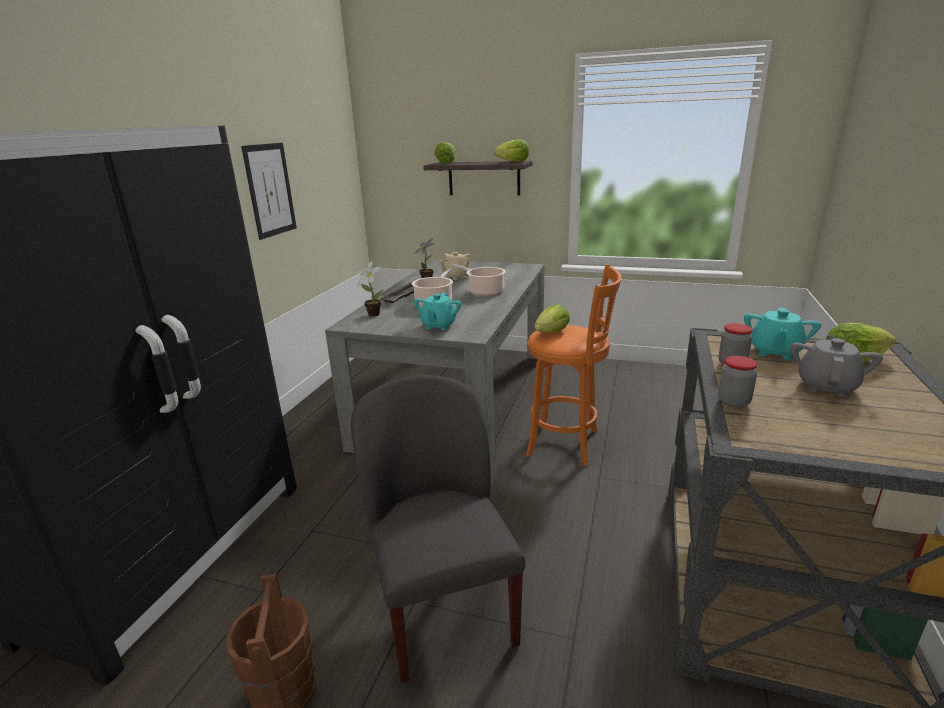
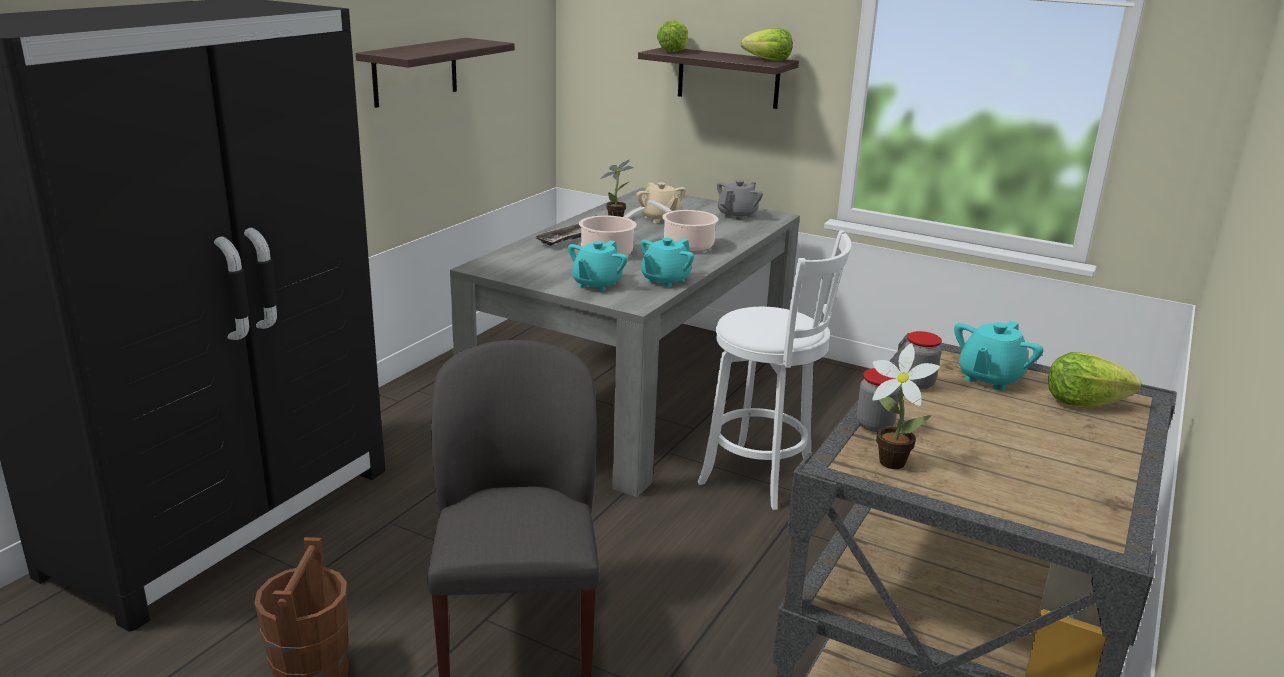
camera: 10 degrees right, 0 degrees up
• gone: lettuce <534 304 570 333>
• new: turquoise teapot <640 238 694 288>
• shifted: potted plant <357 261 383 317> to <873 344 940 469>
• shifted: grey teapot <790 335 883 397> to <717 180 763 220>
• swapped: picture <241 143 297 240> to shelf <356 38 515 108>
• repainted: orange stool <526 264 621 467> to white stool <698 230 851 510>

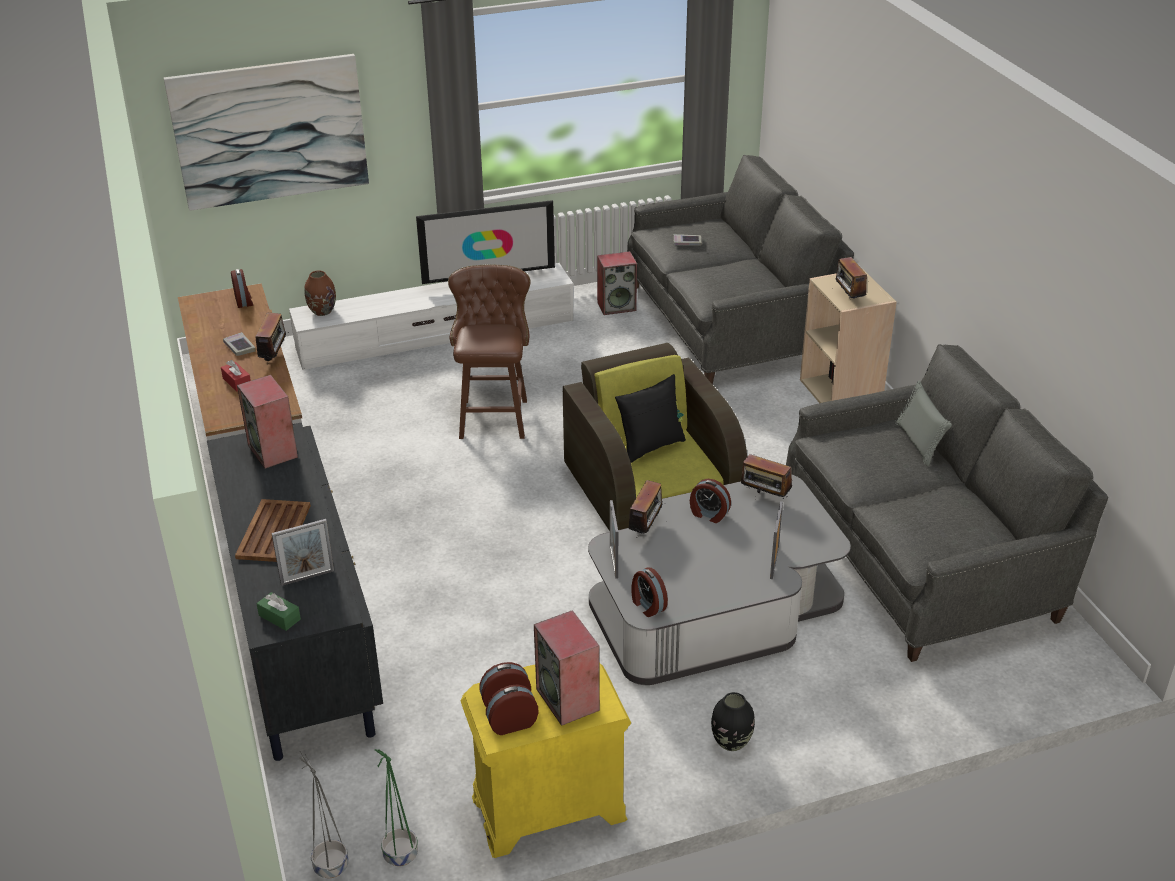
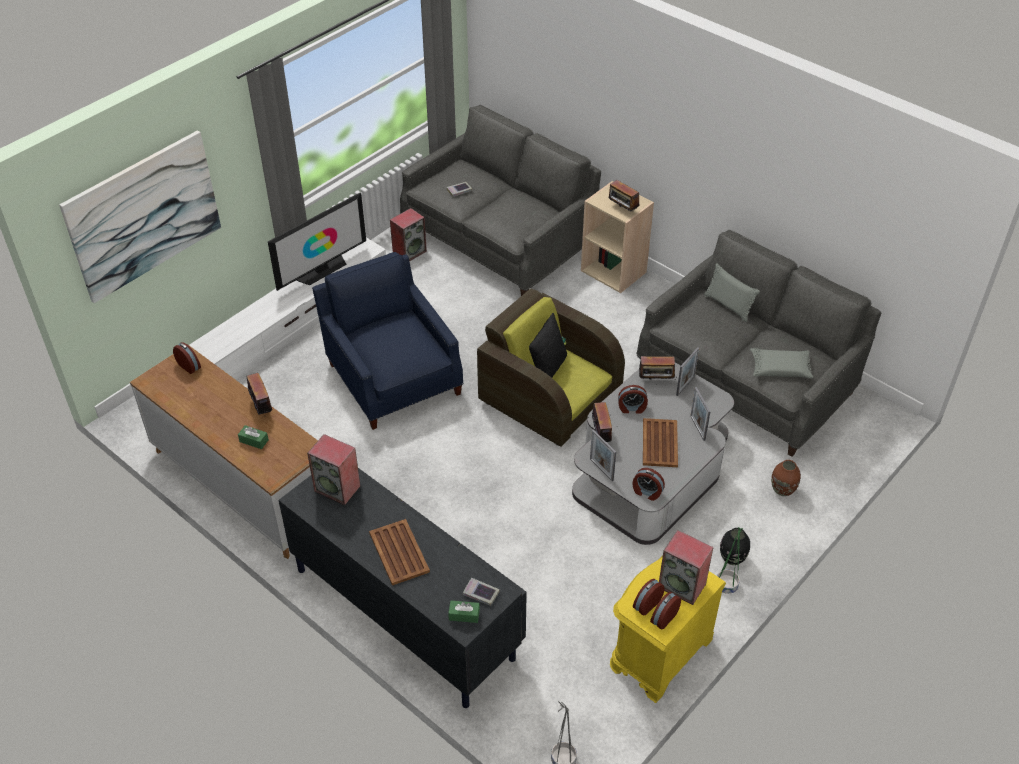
camera: 30 degrees left, 10 degrees up
• new: brown tray <643 418 678 467>
• new: grey pillow <750 348 813 378>
• shifted: book <223 332 256 356> to <463 578 499 606>
• shifted: picture frame <272 519 334 586> to <676 347 699 396>
• shifted: brown vase <304 271 336 316> to <771 460 801 496>
• shifted: green planter <375 749 418 866> to <717 527 743 594>
• swapped: brown stool <448 264 531 439> to blue armchair <312 252 463 430>
• repainted: red tissue box <221 360 251 392> to green tissue box <238 425 269 449>

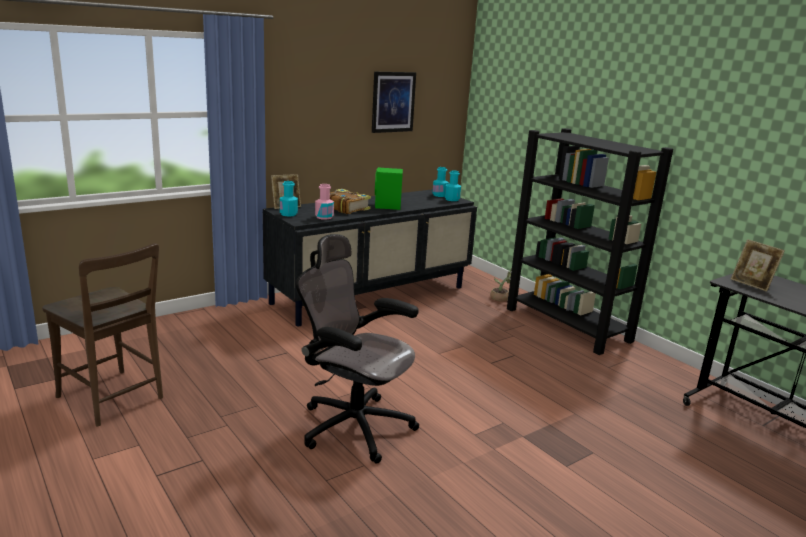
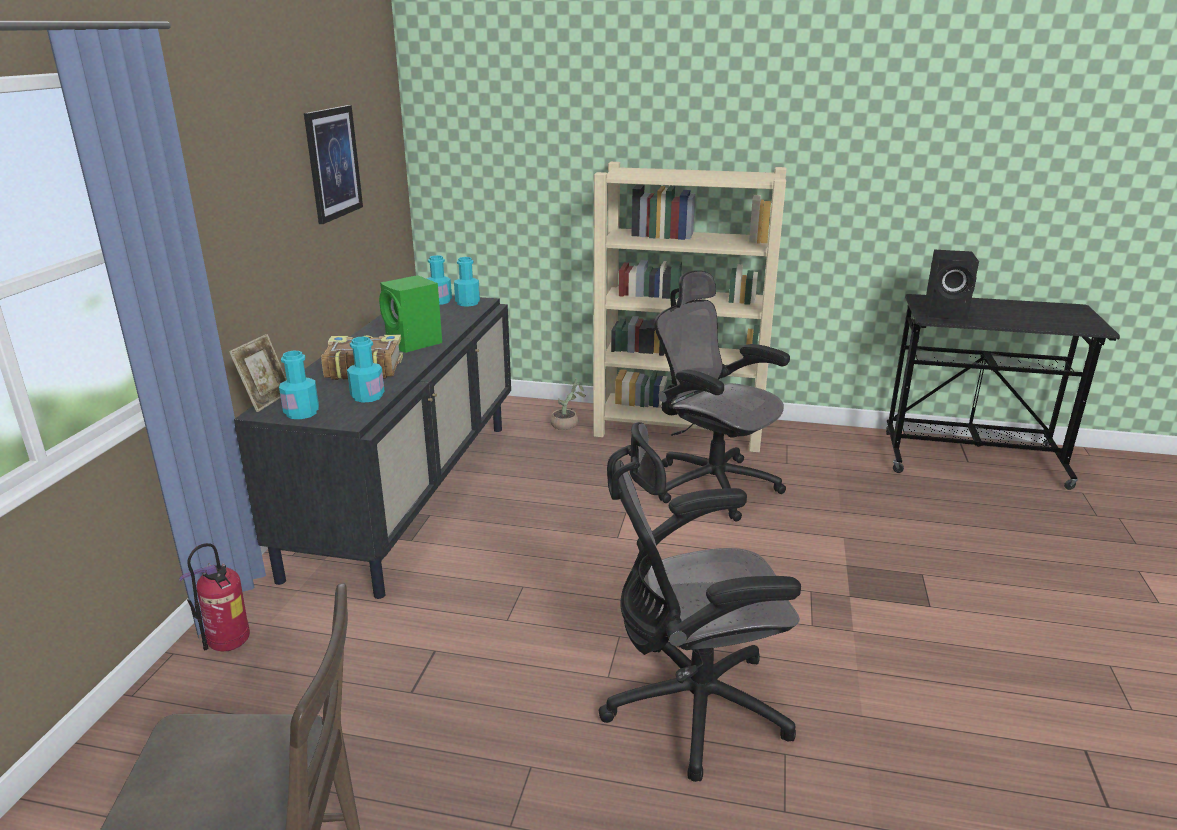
camera: 40 degrees left, 5 degrees up
• new: fire extinguisher <179 543 250 651>
• new: office chair <654 270 790 522>
• swapped: picture frame <731 239 785 292> to black speaker <924 250 979 320>
• repainted: pink bottle <315 184 334 220> to turquoise bottle <347 336 385 403>
• repainted: black bookcase <507 128 673 355> to beige bookcase <593 162 786 453>

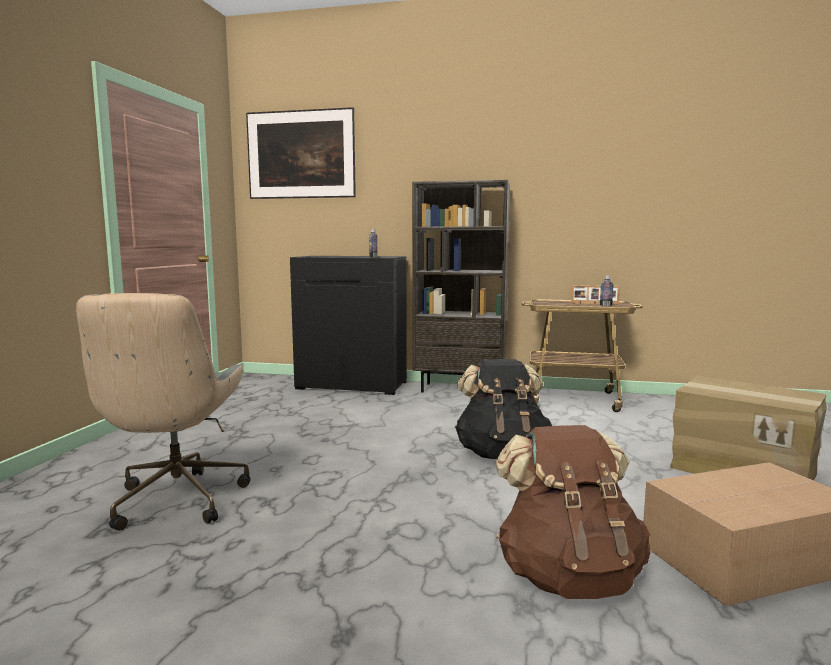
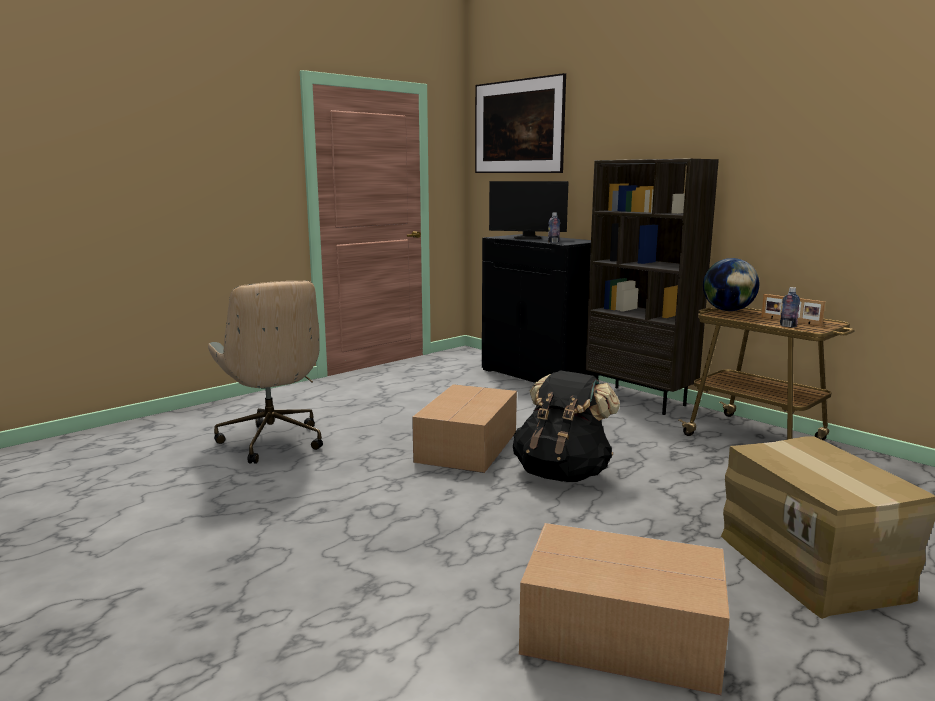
camera: 35 degrees right, 5 degrees up
• gone: brown backpack <496 425 651 599>
• new: cardboard box <412 384 517 473>
• new: monitor <489 181 569 240>
• new: globe <703 258 759 311>
• rotated: grey office chair <76 293 251 530> = <208 281 323 464> 60 degrees counterclockwise

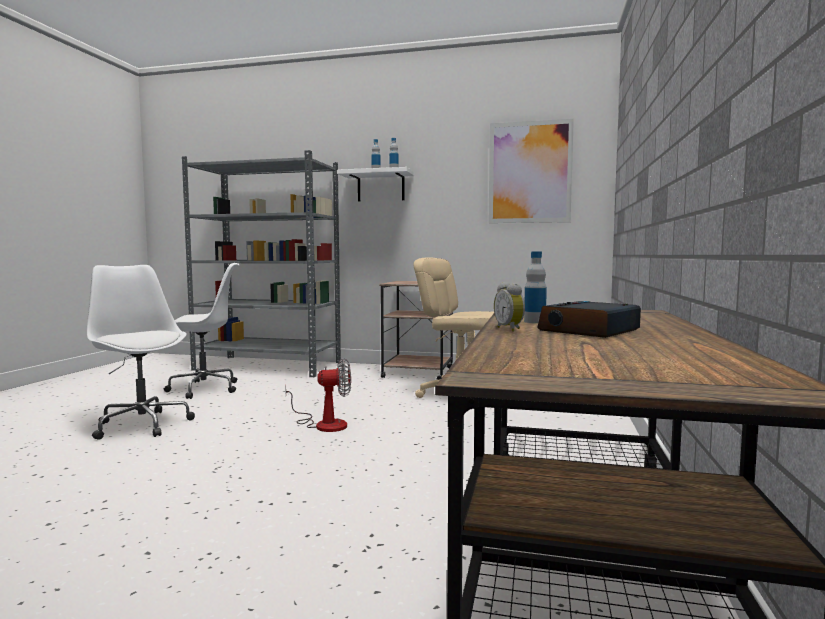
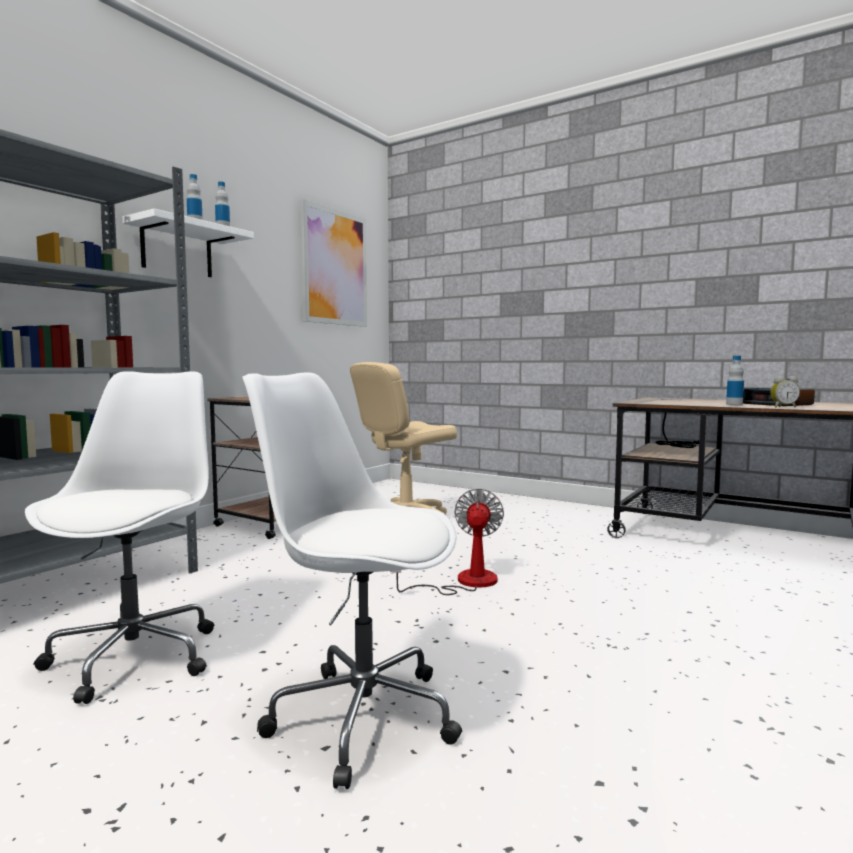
camera: 70 degrees left, 0 degrees up
• rotated: white office chair <87 265 195 440> = <243 373 462 789> 45 degrees clockwise

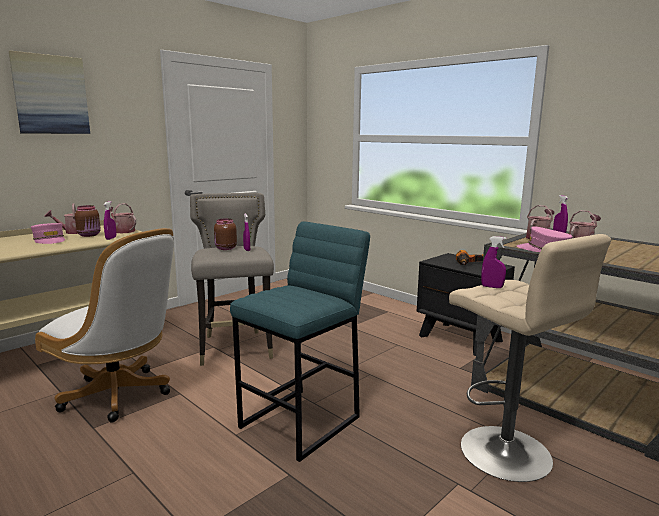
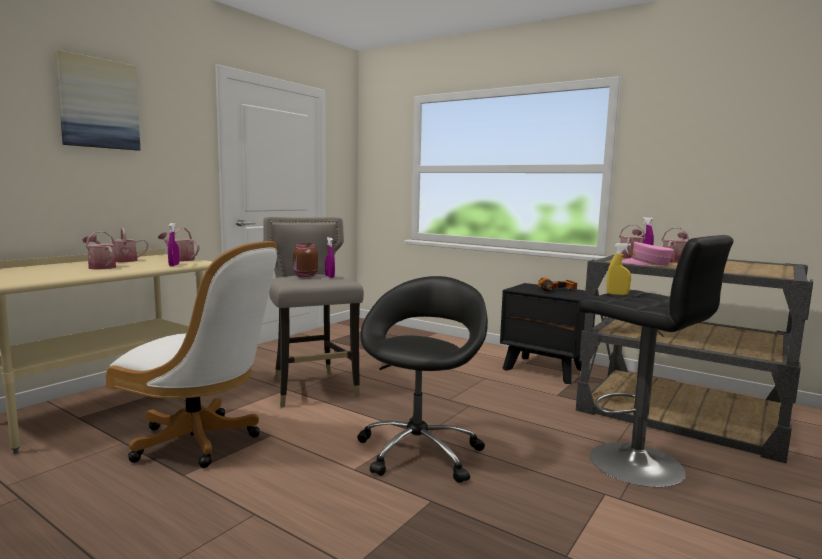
camera: 10 degrees left, 5 degrees down
• gone: brown jar <75 205 101 237>
• swapped: pink cap <31 223 65 244> to watering can <83 231 116 269>
• swapped: turquoise stool <230 221 370 462> to black office chair <357 276 488 483>
• repainted: beige stool <449 234 611 482> to black stool <579 235 734 487>
• repainted: purple spray bottle <481 236 506 288> to yellow spray bottle <606 243 631 295>

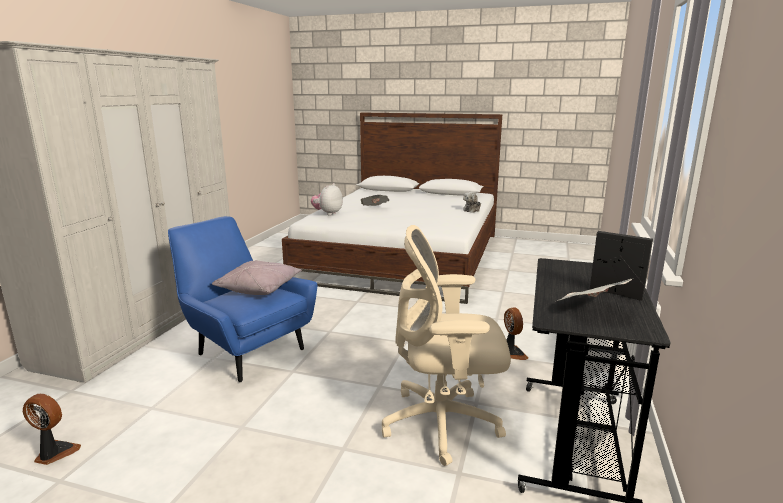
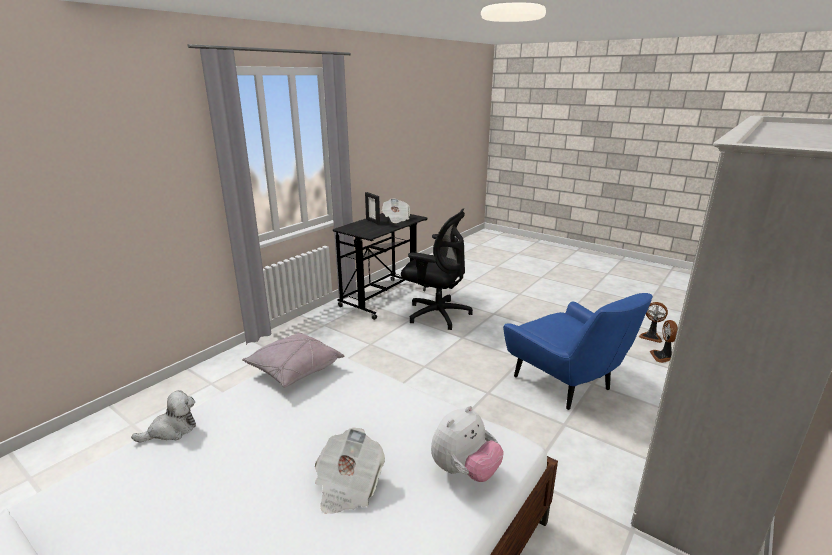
camera: 160 degrees left, 5 degrees up
• shifted: purple pillow <212 260 302 295> to <242 333 345 388>
• shifted: fan <504 307 528 360> to <650 320 678 363>
• repainted: beige office chair <382 225 511 466> to black office chair <401 209 473 330>

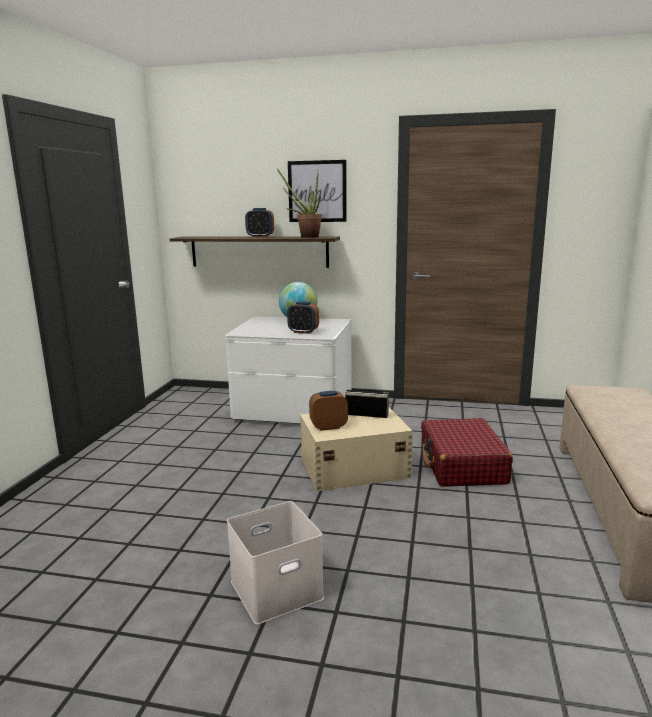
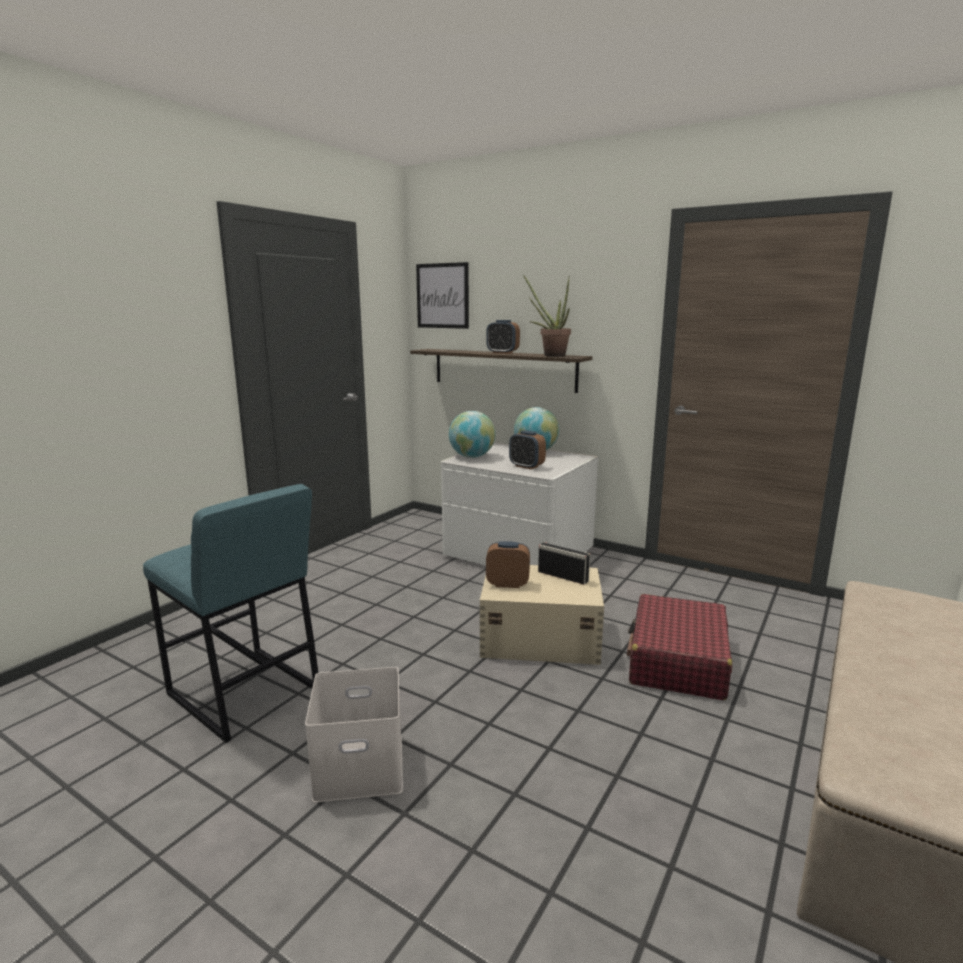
camera: 20 degrees right, 0 degrees up
• new: blue stool <143 484 319 743>
• new: globe <449 411 495 458>
• shifted: picture <288 160 347 222> to <416 262 469 329>

